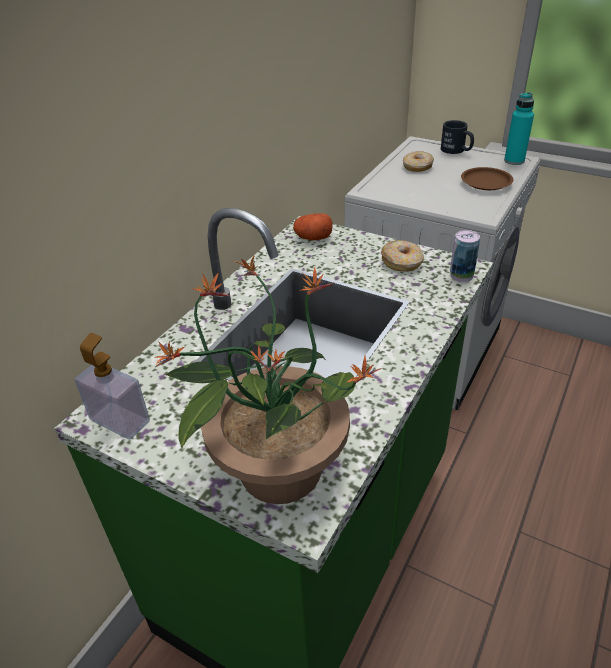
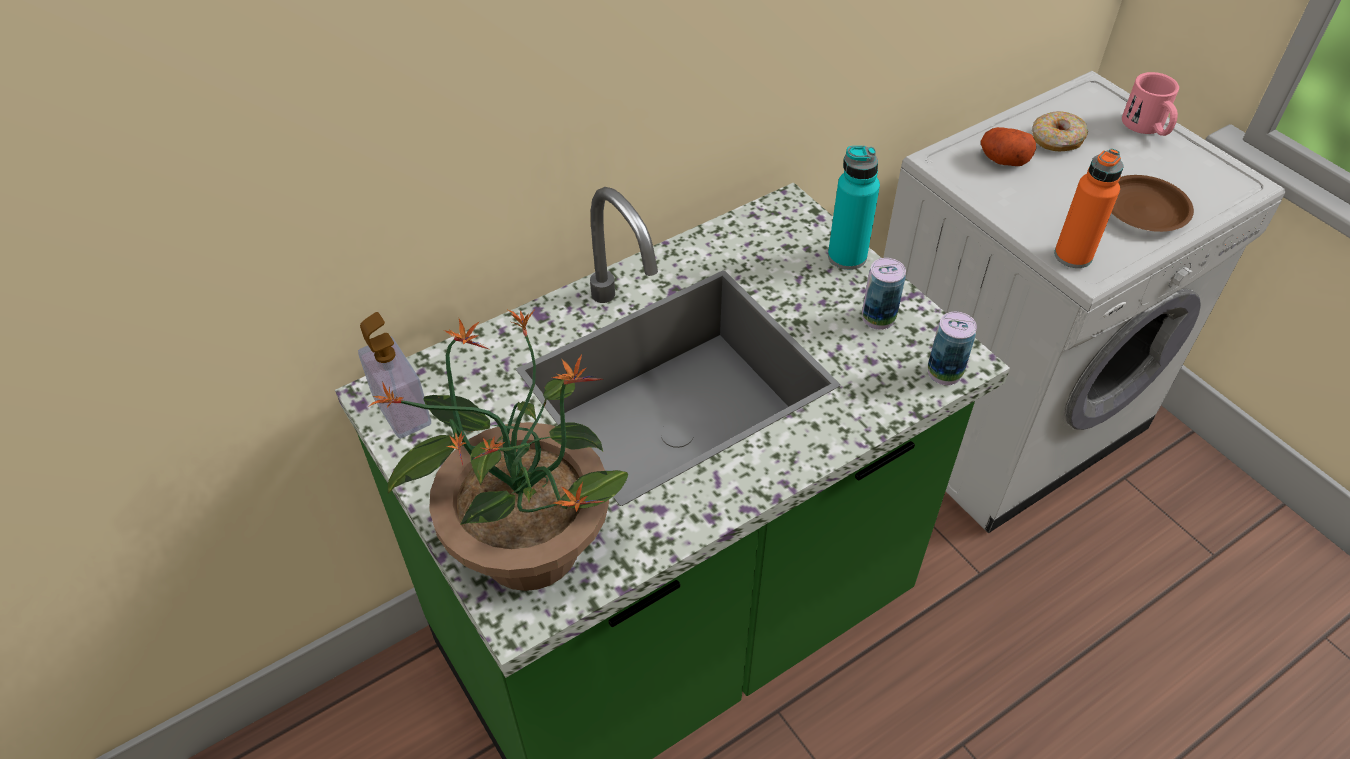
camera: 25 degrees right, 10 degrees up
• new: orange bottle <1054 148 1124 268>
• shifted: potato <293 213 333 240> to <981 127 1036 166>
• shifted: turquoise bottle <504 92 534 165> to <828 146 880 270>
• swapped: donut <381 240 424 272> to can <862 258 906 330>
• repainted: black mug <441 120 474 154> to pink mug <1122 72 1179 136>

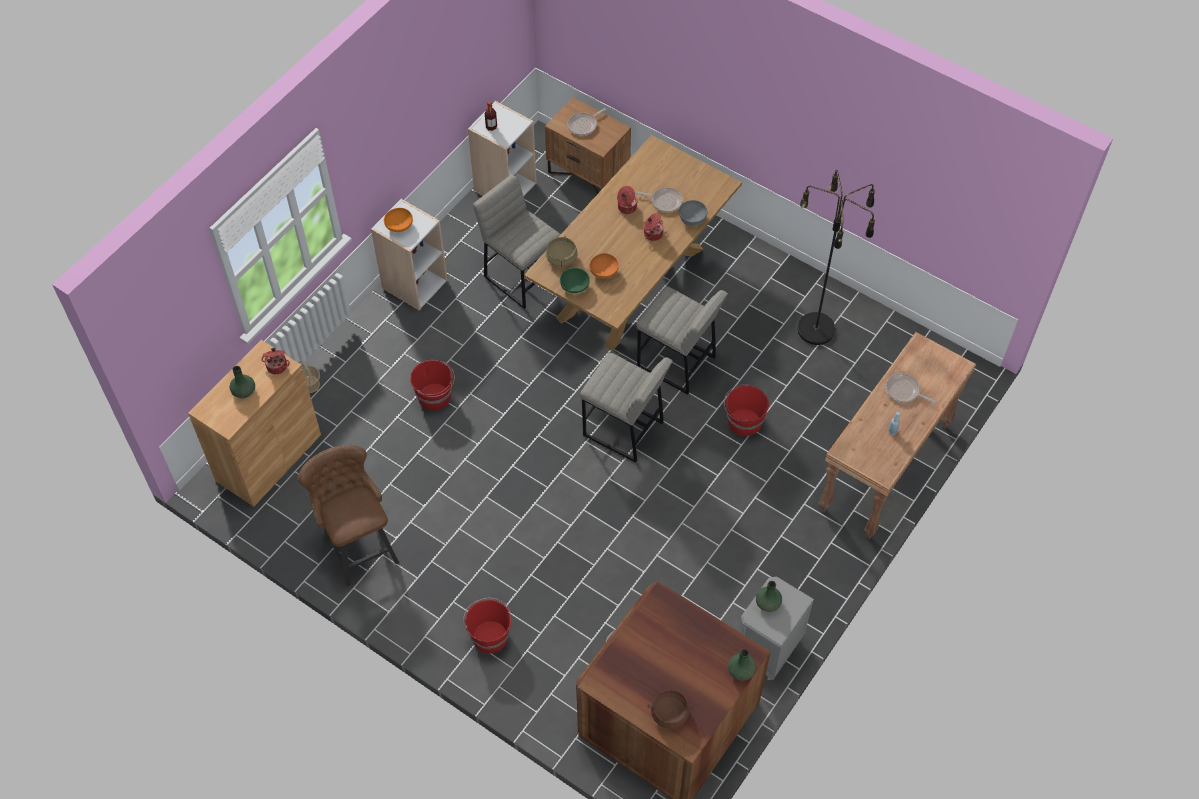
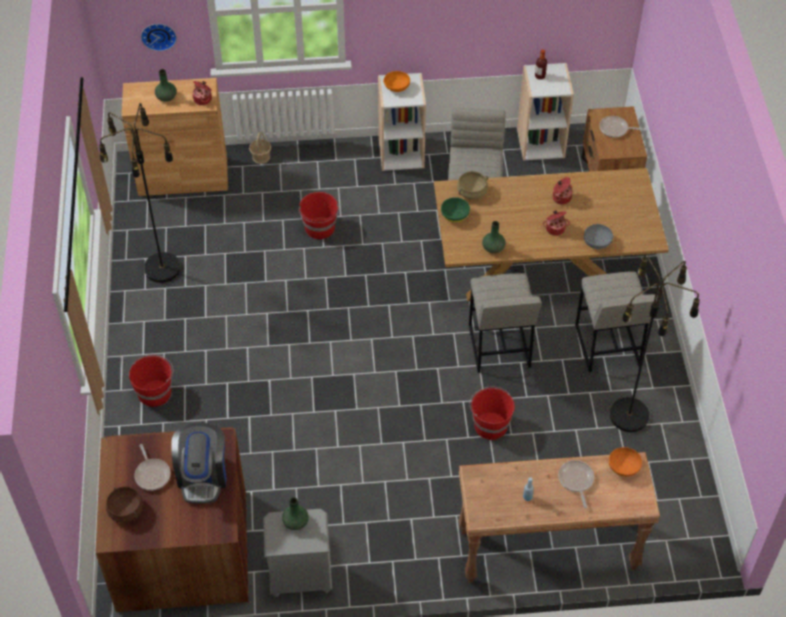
camera: 50 degrees right, 5 degrees down
• new: wall clock <141 24 177 51>
• new: coffee machine <171 422 227 504>
• shifted: grey chair <580 353 673 463> to <575 271 658 372>
• shifted: orange bowl <589 253 619 279> to <609 447 642 477>
• shifted: frying pan <636 187 683 212> to <134 444 171 491>
• shifted: green vase <728 649 756 681> to <482 221 505 253>
• swapped: brown stool <298 445 399 586> to floor lamp <99 103 181 283>

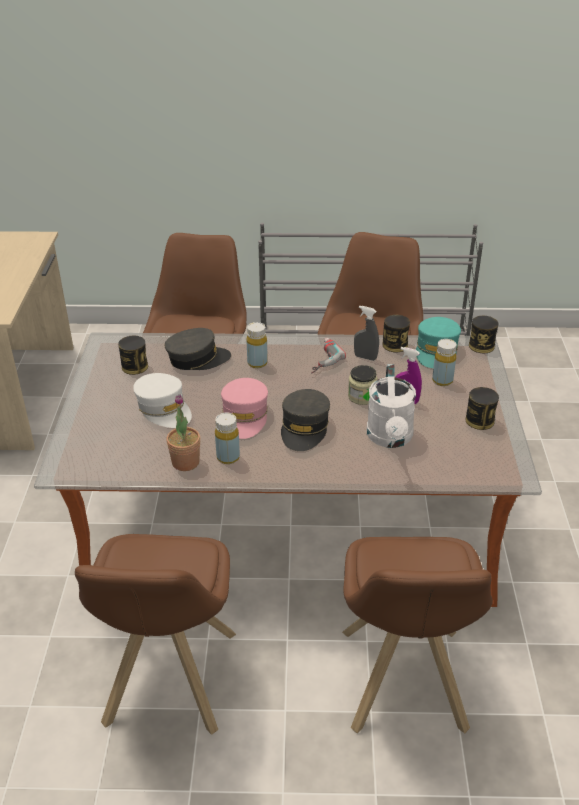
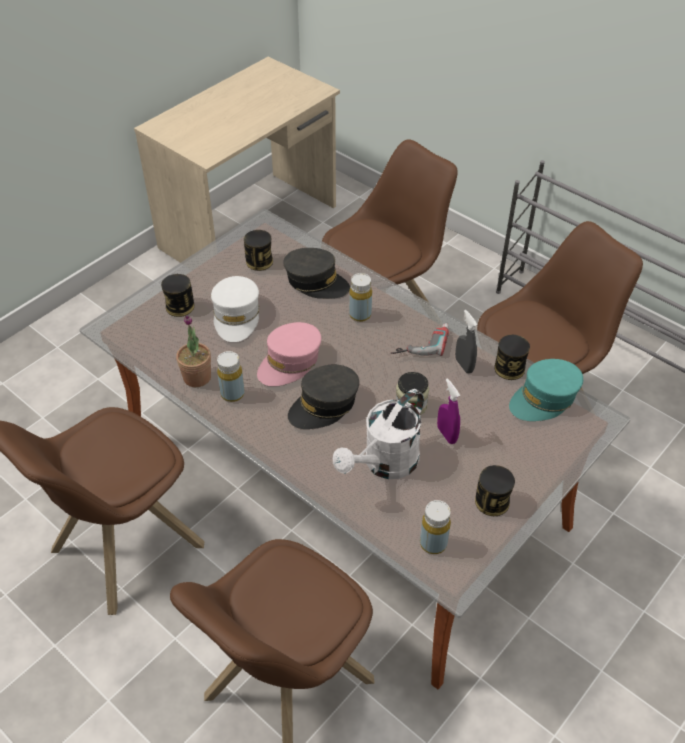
camera: 40 degrees right, 10 degrees up
• shifted: yellow bottle <432 339 457 386> to <420 500 451 554>
• shifted: can <469 316 498 353> to <161 274 194 317>

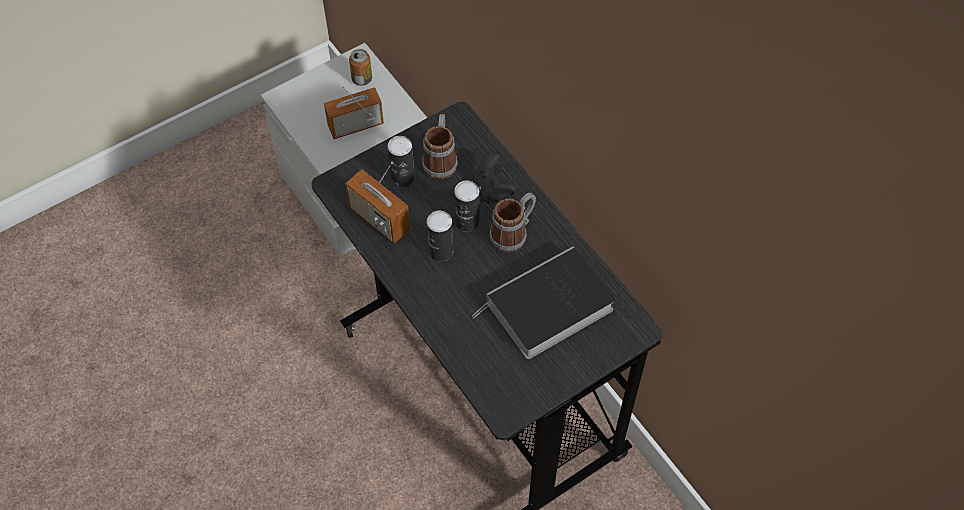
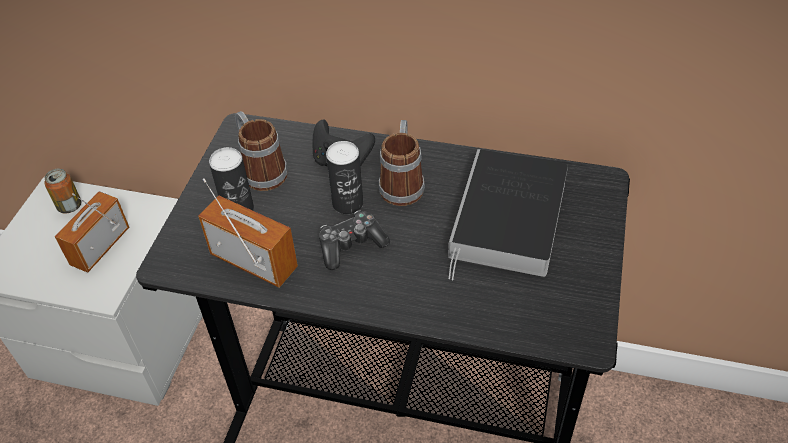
camera: 40 degrees left, 10 degrees down
• swapped: can <426 211 453 262> to game controller <319 210 390 270>
• rotated: radio <345 162 410 244> = <198 178 298 288> 150 degrees counterclockwise

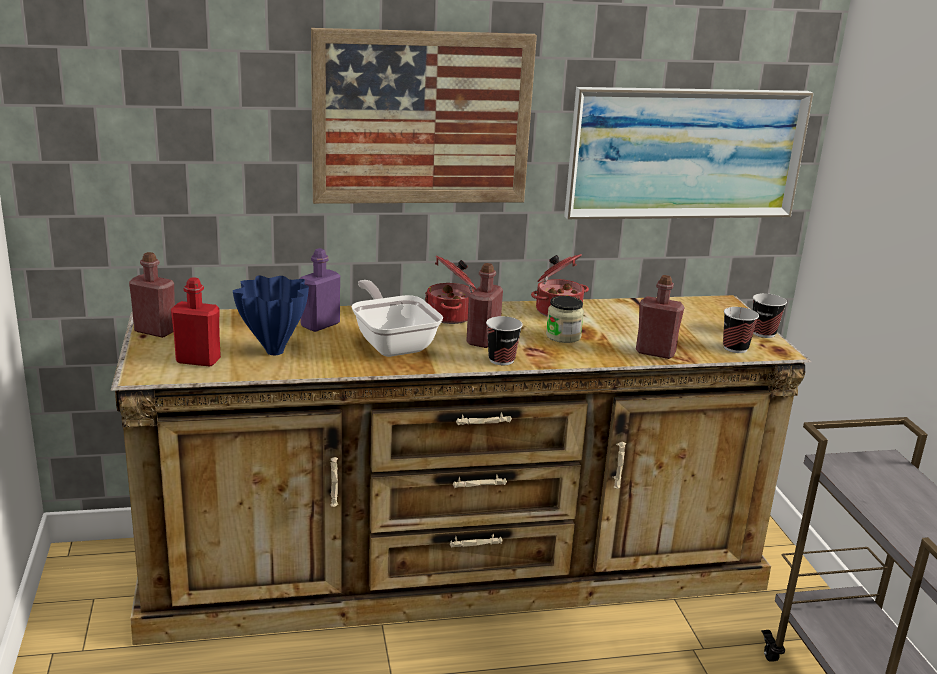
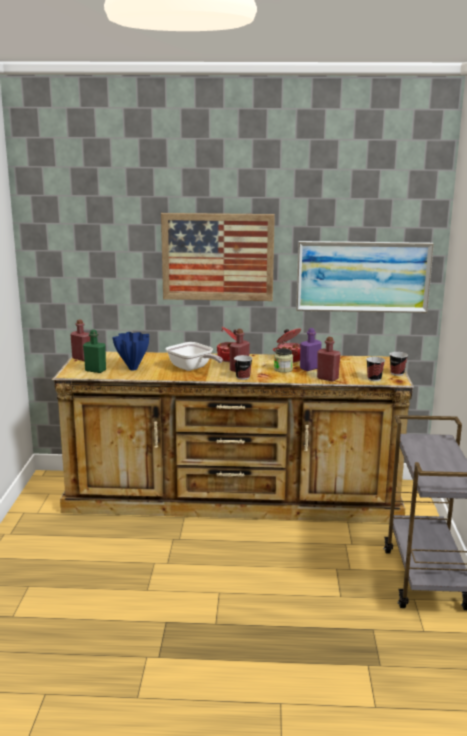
camera: 15 degrees right, 5 degrees down
• shifted: purple bottle <300 248 340 332> to <300 328 322 371>
• repainted: red bottle <171 277 221 367> to green bottle <83 330 106 373>
• rotated: frying pan <351 280 443 357> = <165 342 223 371> 150 degrees clockwise

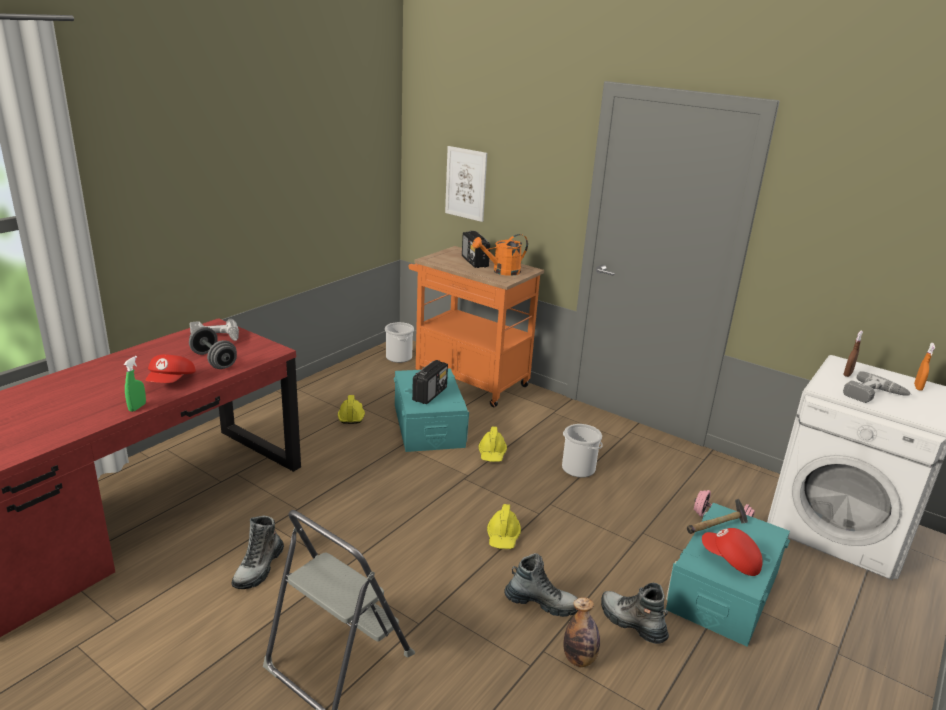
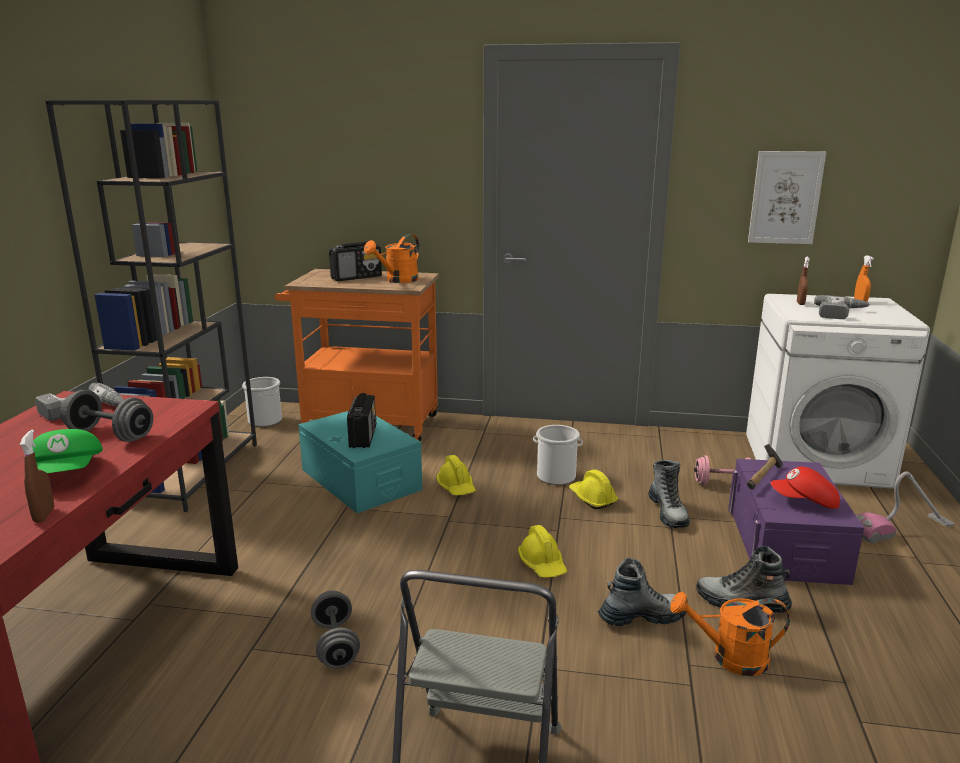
camera: 25 degrees left, 5 degrees down
• new: bookcase <45 100 257 512>
• new: grey dumbbell <311 590 360 669>
• new: vacuum cleaner <856 472 955 544>
• shifted: boot <232 516 284 589> to <648 460 690 528>
• shifted: yellow hard hat <338 395 365 424> to <569 470 618 509>
• shifted: picture <445 146 487 222> to <748 151 826 244>
• swapped: bottle <563 597 600 667> to orange watering can <670 592 790 676>
• repainted: green spray bottle <124 356 146 412> to brown spray bottle <20 429 54 523>
• repainted: red cap <145 354 196 383> to green cap <32 429 103 473>
• repainted: turquoise storage box <666 503 790 647> to purple storage box <728 459 864 585>
• rotated: radio <462 231 490 268> = <329 241 382 281> 75 degrees counterclockwise

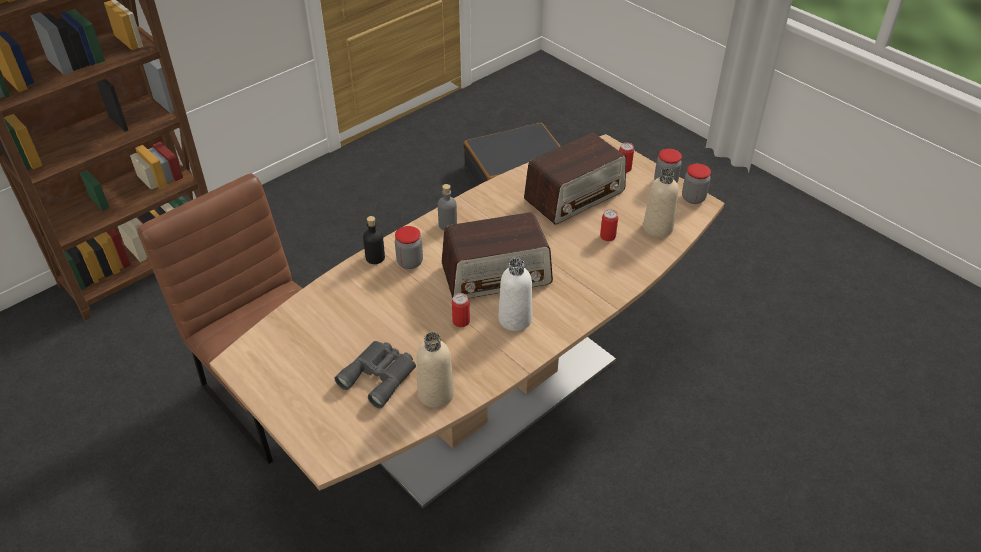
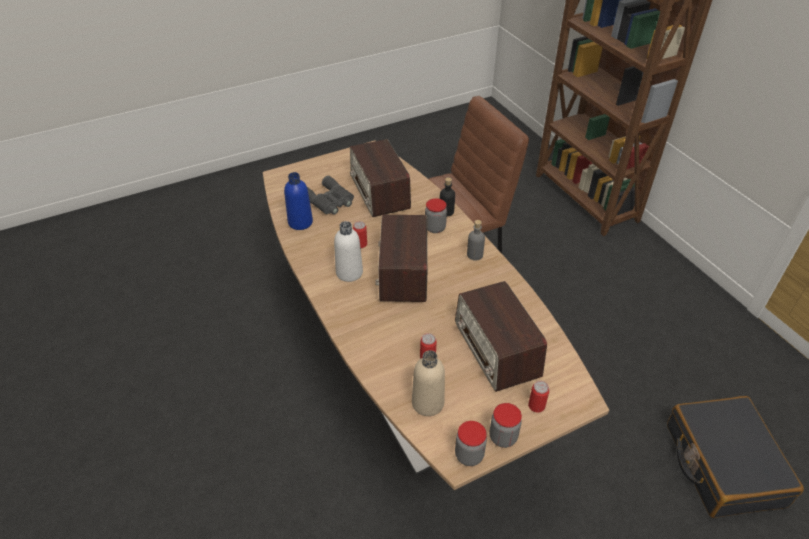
camera: 105 degrees right, 0 degrees up
• new: radio <350 139 411 217>
• repainted: beige bottle <416 332 454 408> to blue bottle <284 172 313 230>

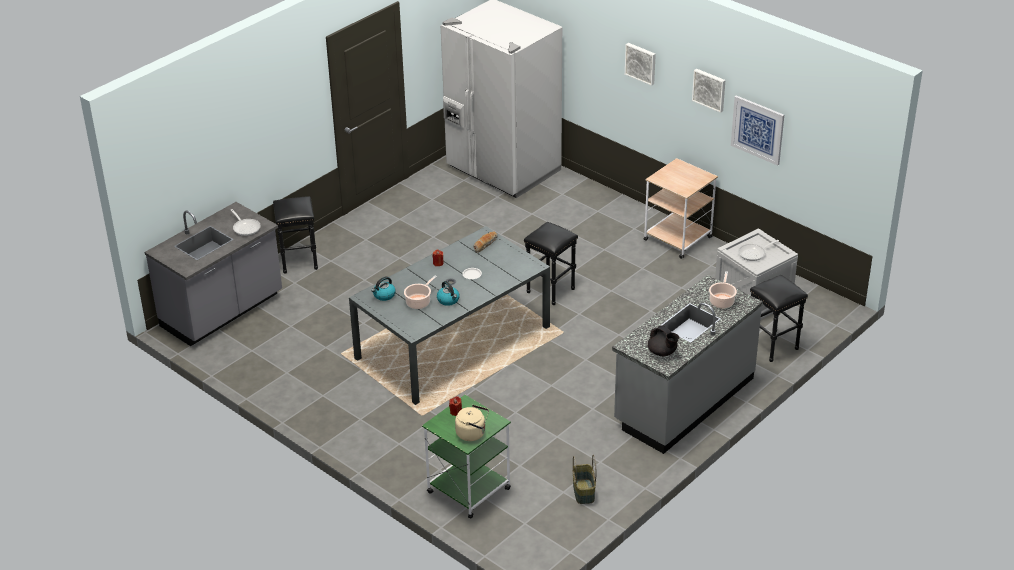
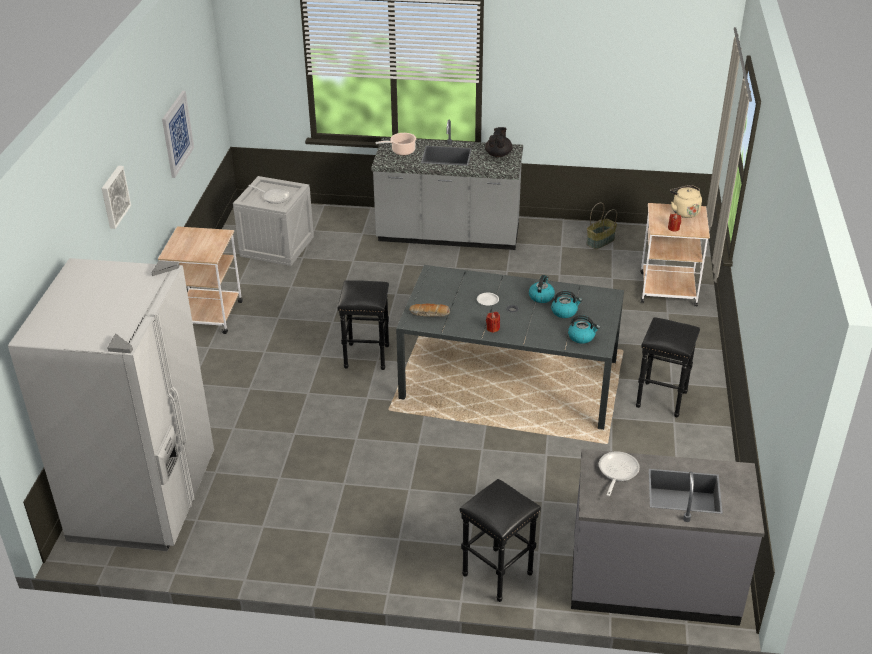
camera: 125 degrees left, 0 degrees up
• gone: picture <692 69 725 113>
• shifted: black stool <750 275 808 362> to <636 317 700 417>
• swapped: cooking pot <404 275 437 309> to kettle <551 291 582 318>
• repainted: green cart <422 395 511 518> to beige cart <640 203 710 306>

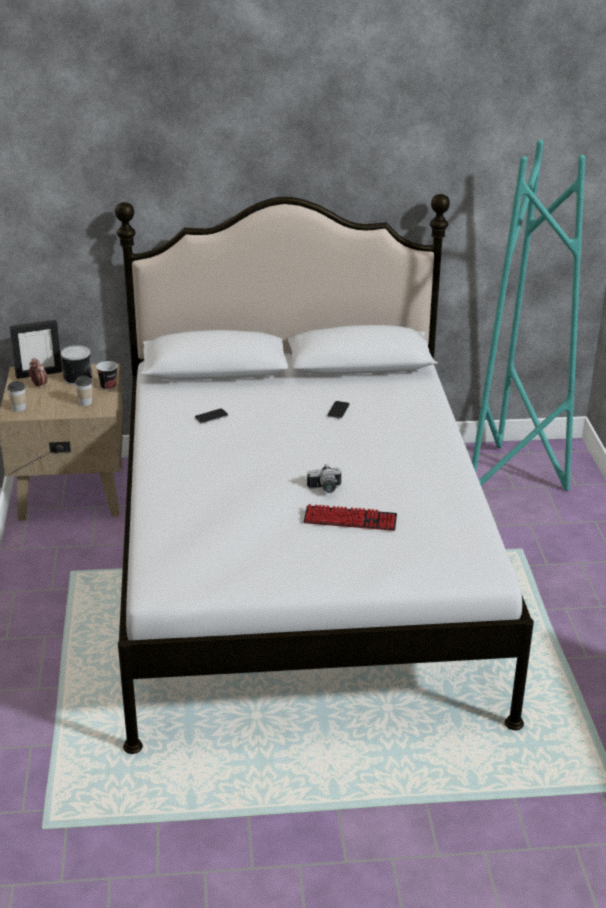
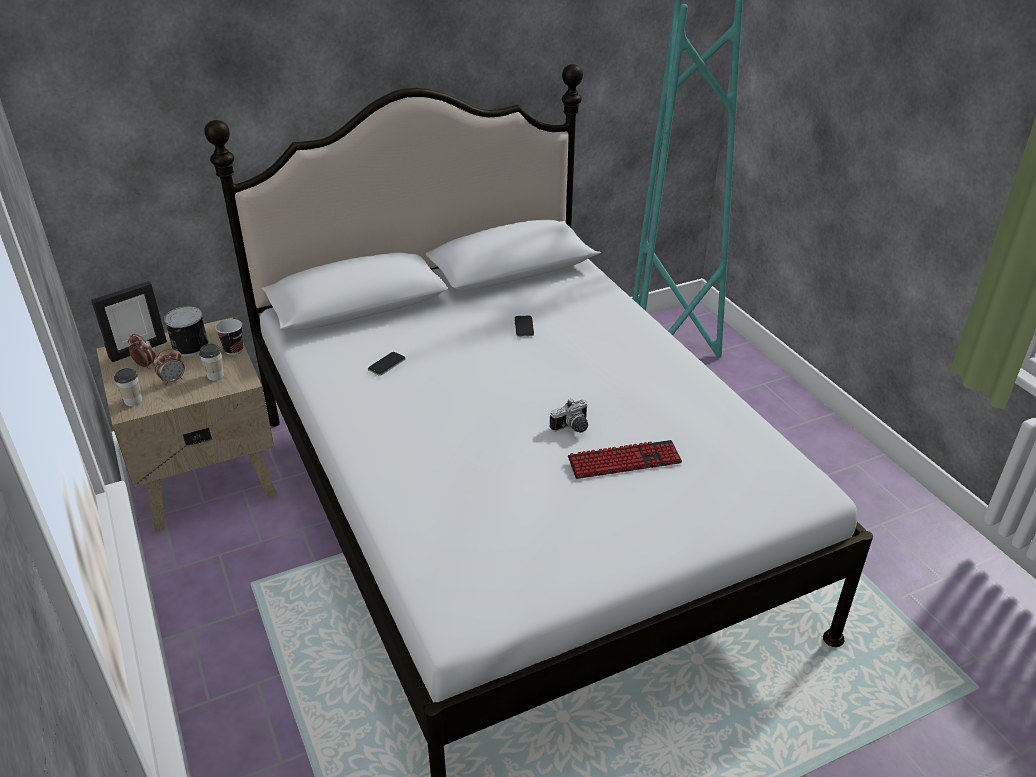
camera: 20 degrees left, 5 degrees up
• new: alarm clock <154 348 185 385>

